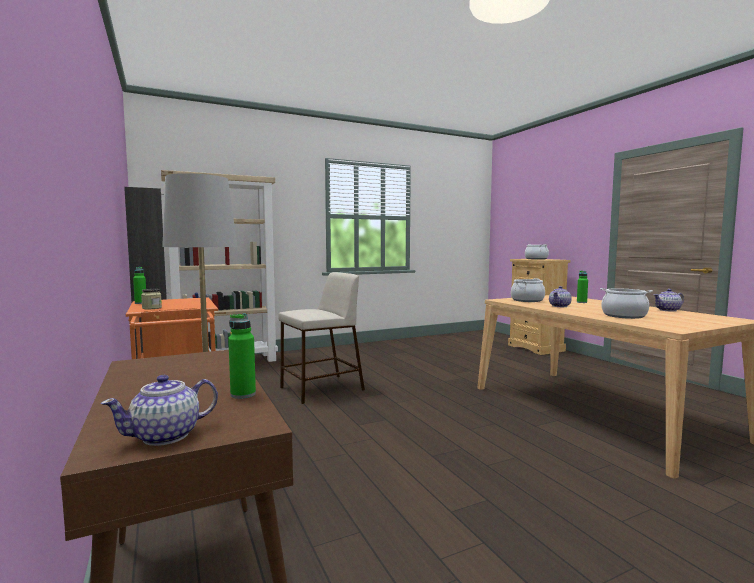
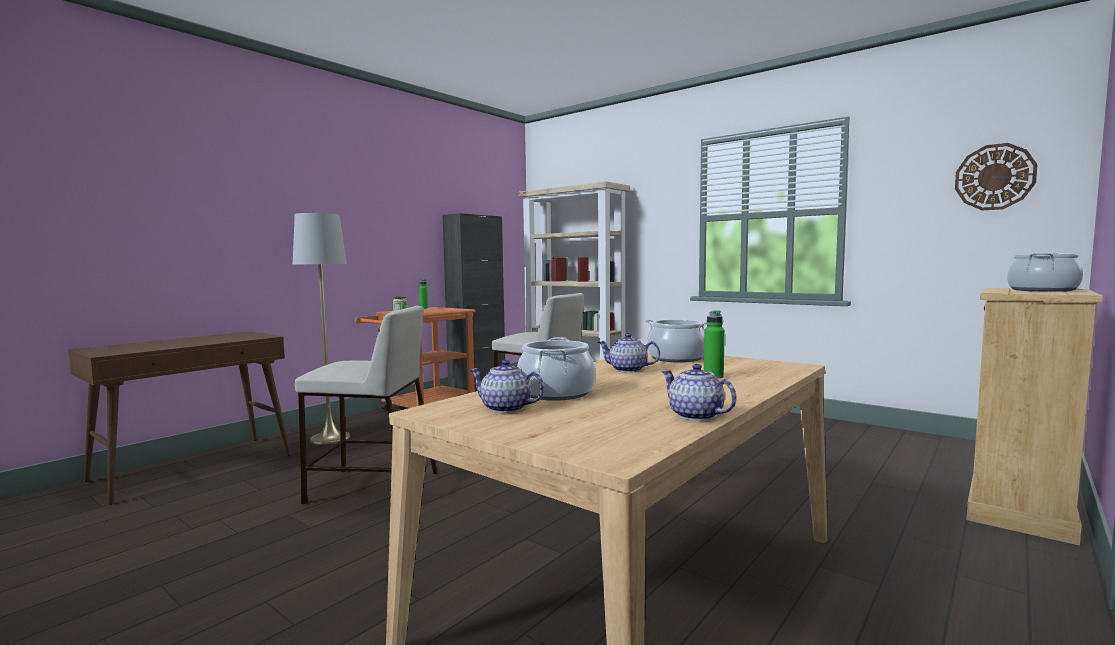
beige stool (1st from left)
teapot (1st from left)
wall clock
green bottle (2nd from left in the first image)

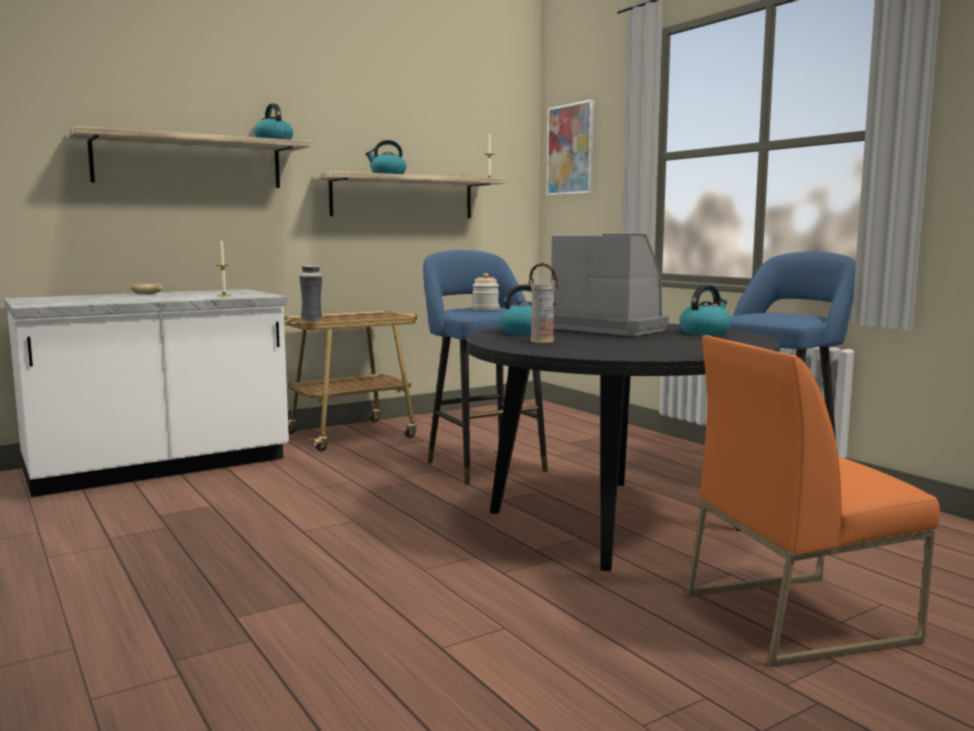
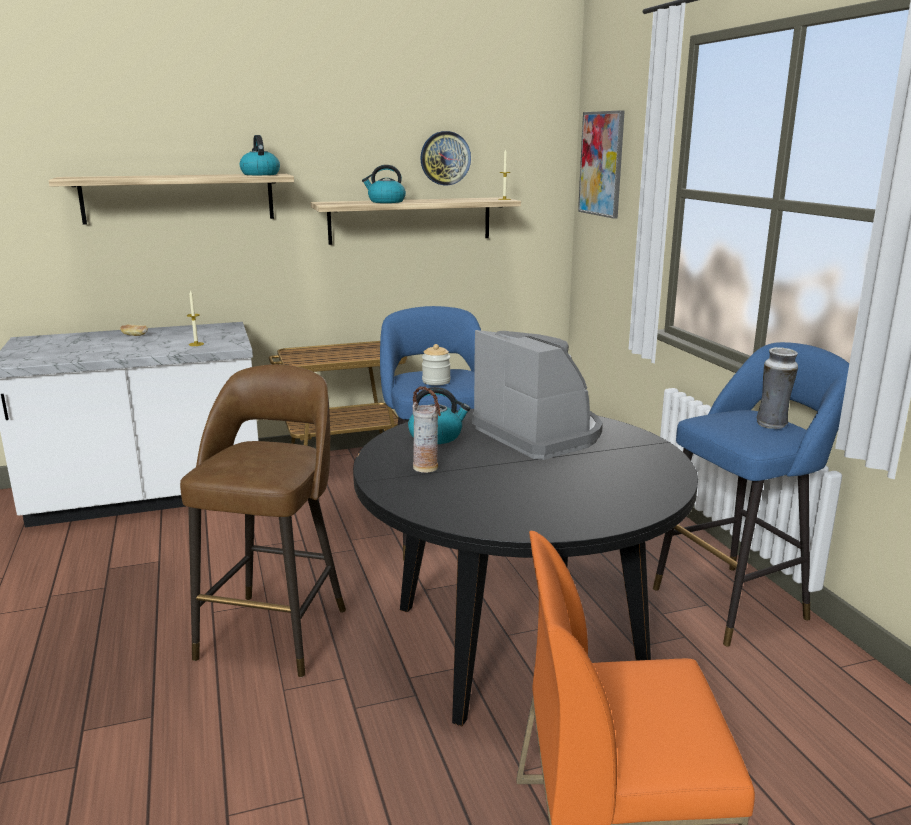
brown stool
wall clock
vase (2nd from left)
kettle (4th from left in the first image)

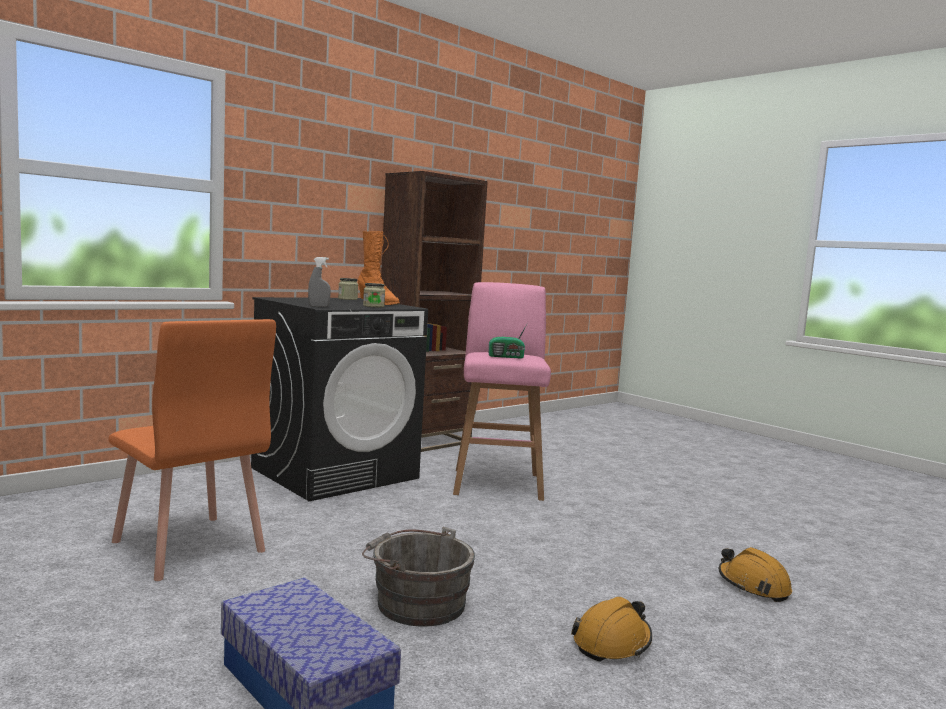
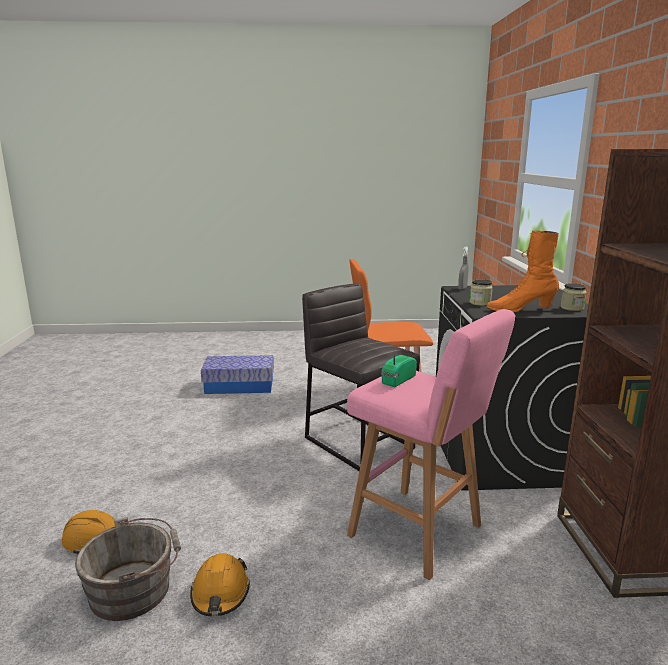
grey bucket
orange hard hat (2nd from left)
grey stool

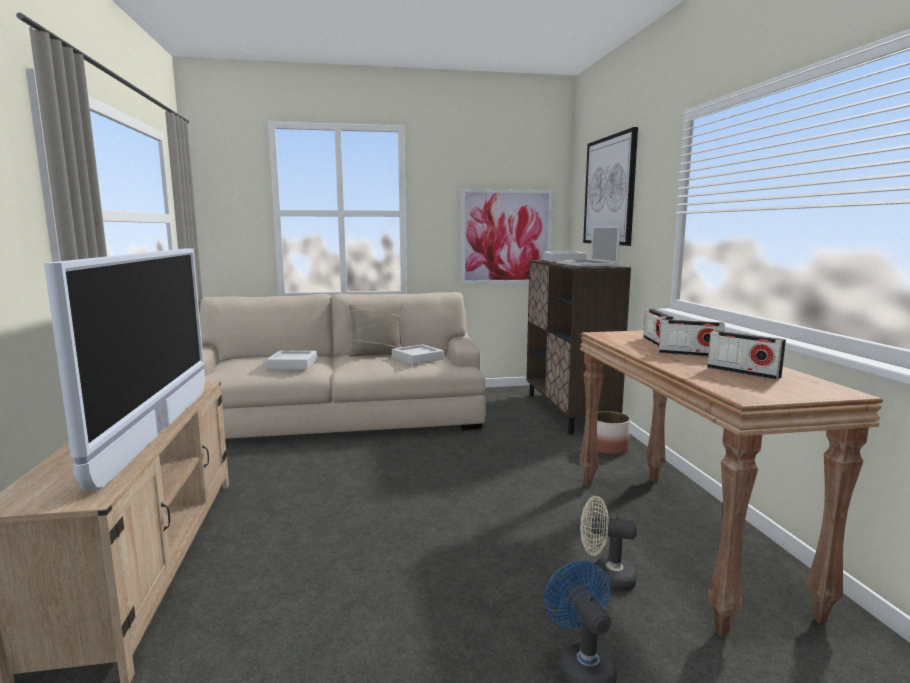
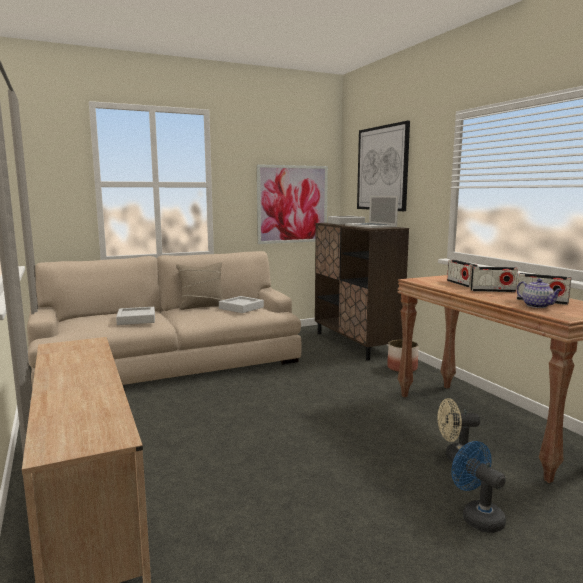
teapot
television

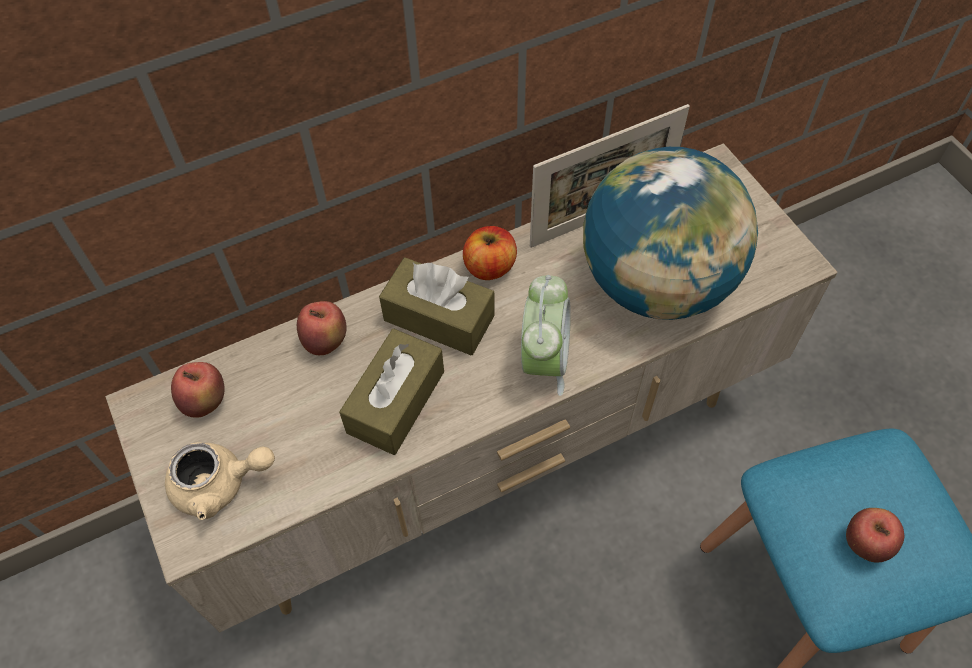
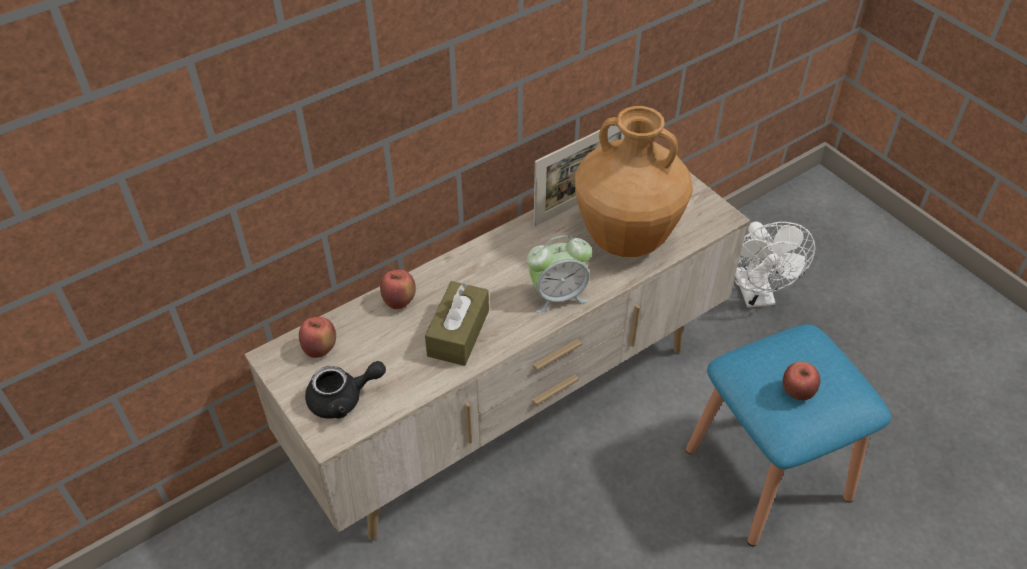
black teapot
alarm clock
brown vase
white fan
brown tissue box (2nd from left in the first image)
apple (3rd from left in the first image)

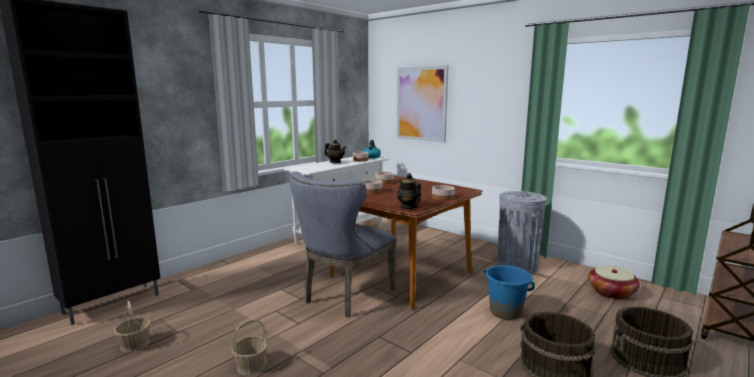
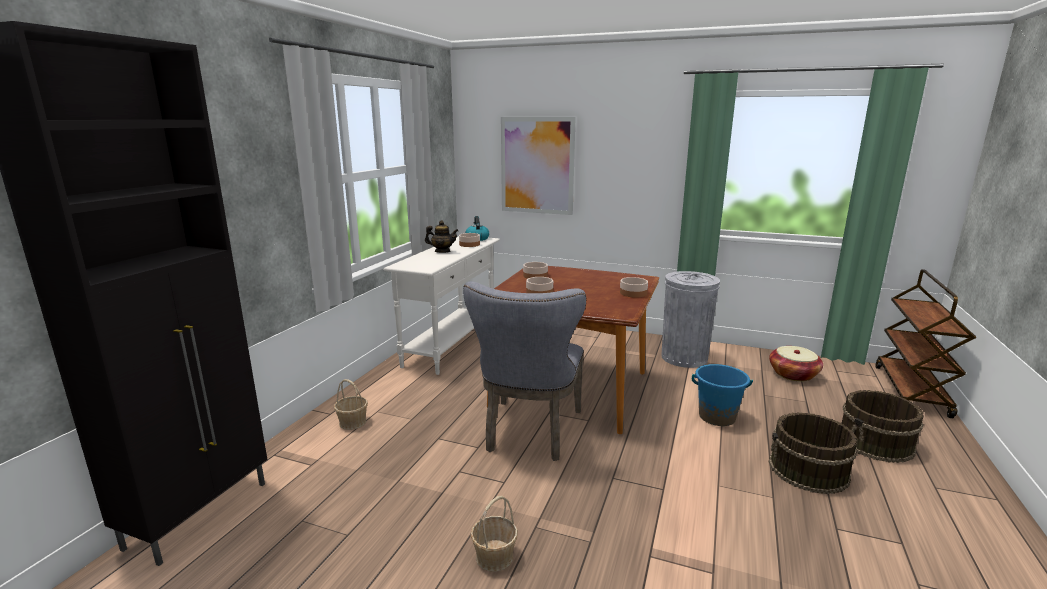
basket (1st from left)
teapot (2nd from left in the first image)

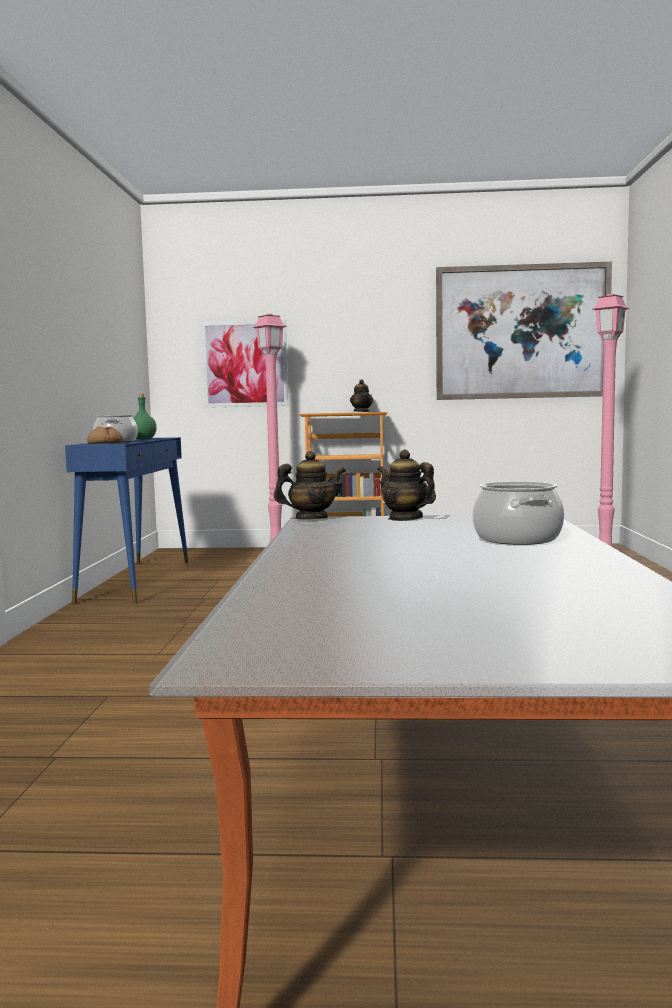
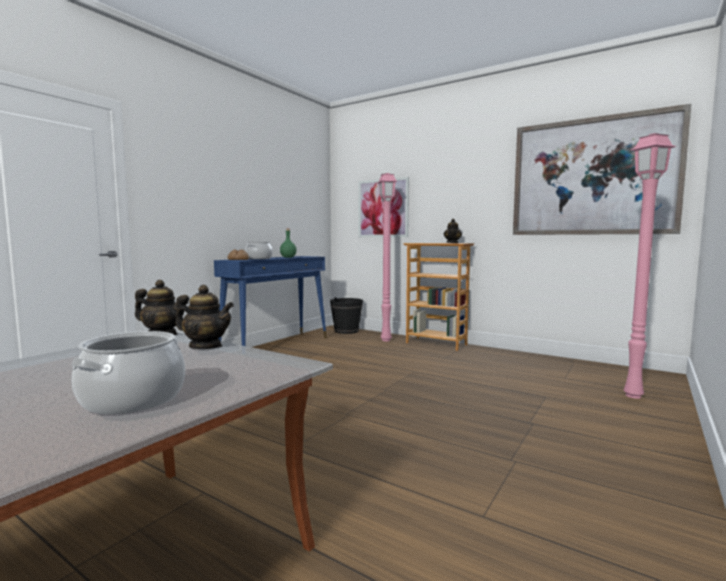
teapot (2nd from left)
black bucket

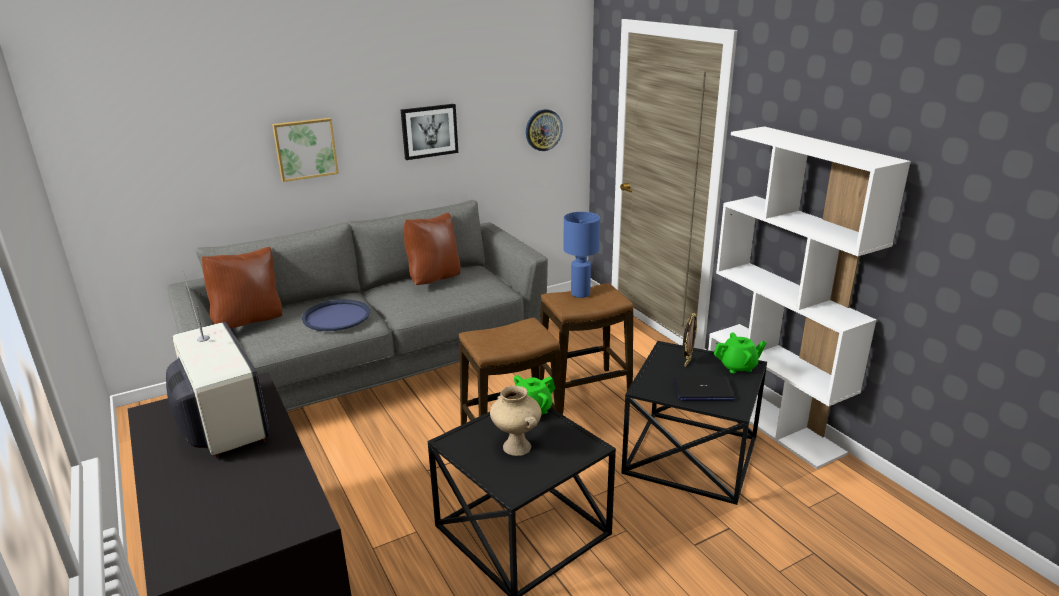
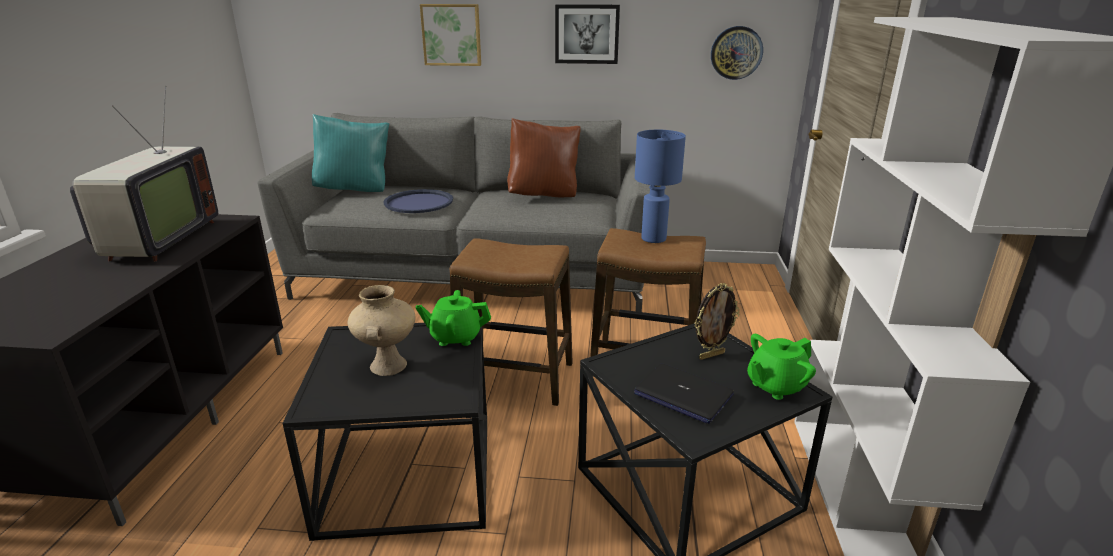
turquoise pillow
green teapot (2nd from left)

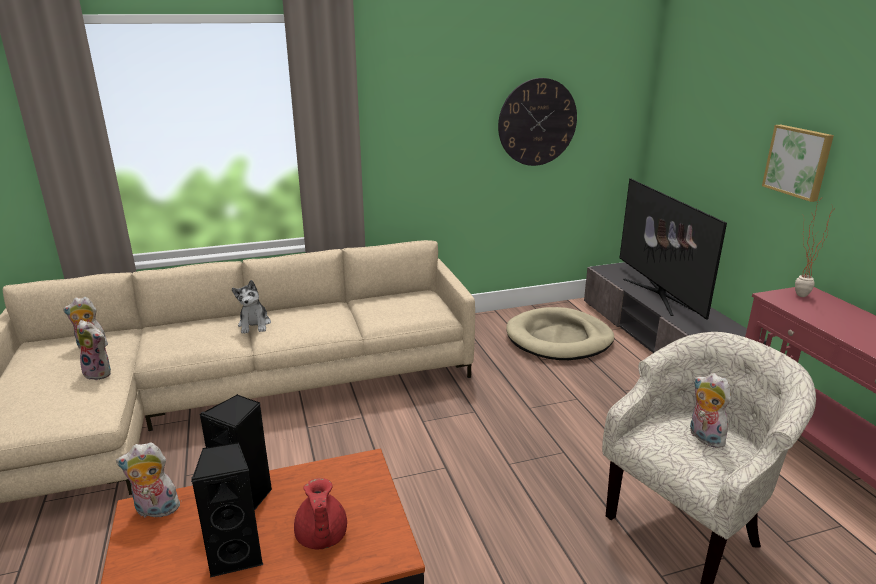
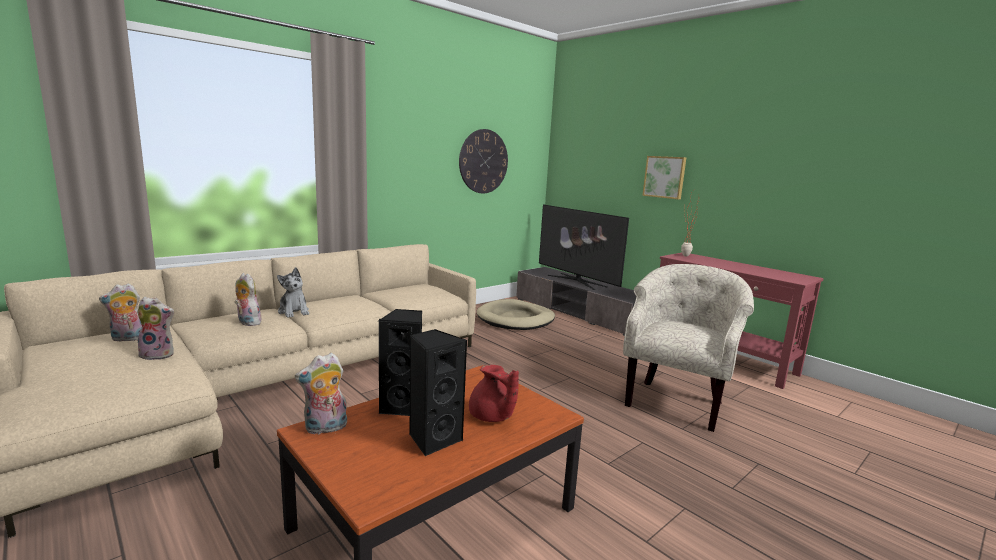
plush toy (3rd from left)

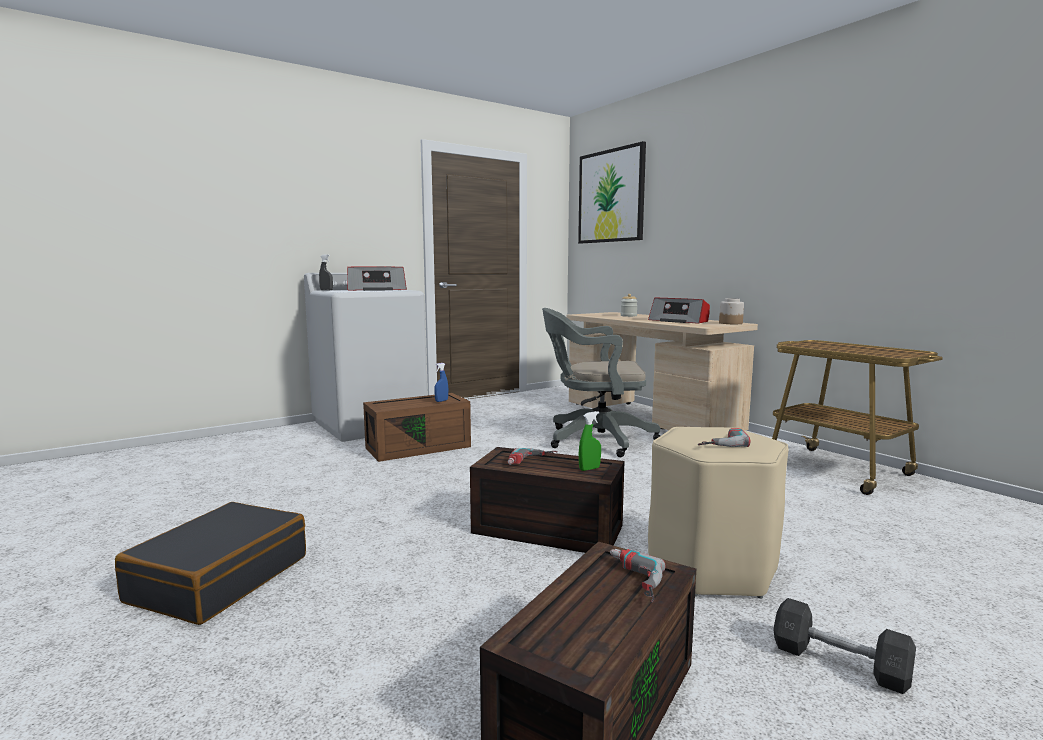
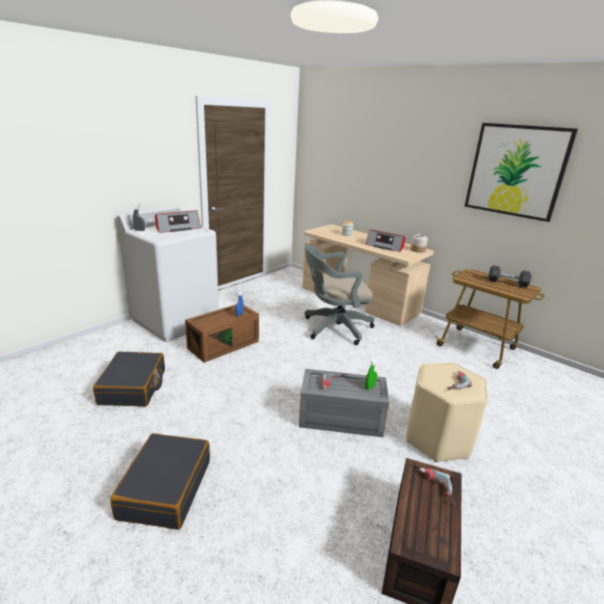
black suitcase (1st from left)
grey storage box
picture
grey dumbbell

